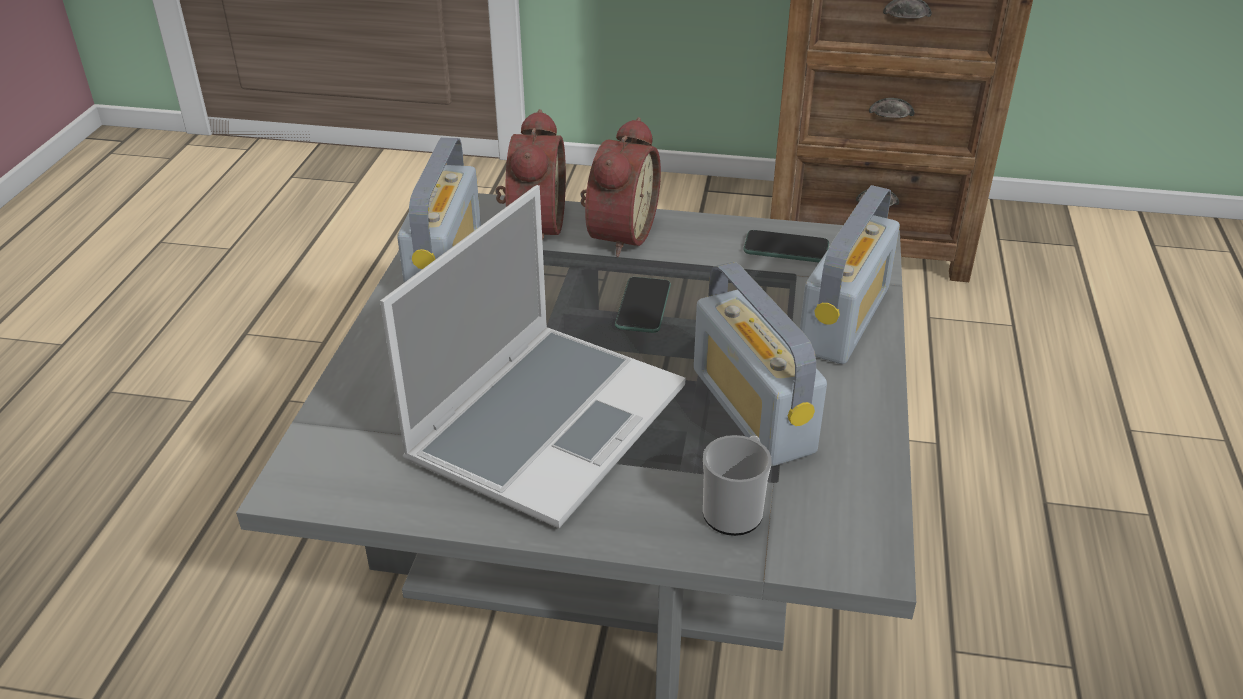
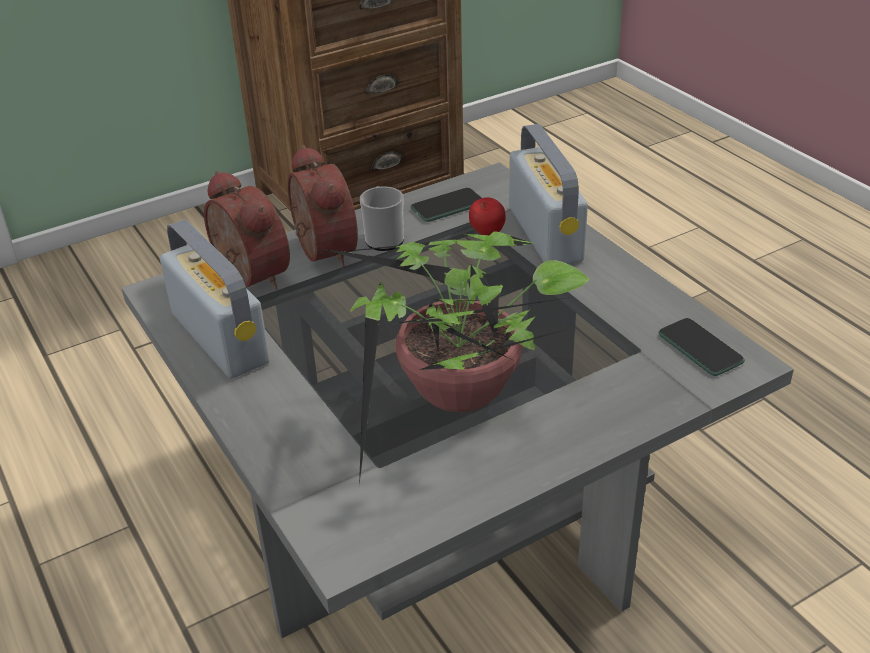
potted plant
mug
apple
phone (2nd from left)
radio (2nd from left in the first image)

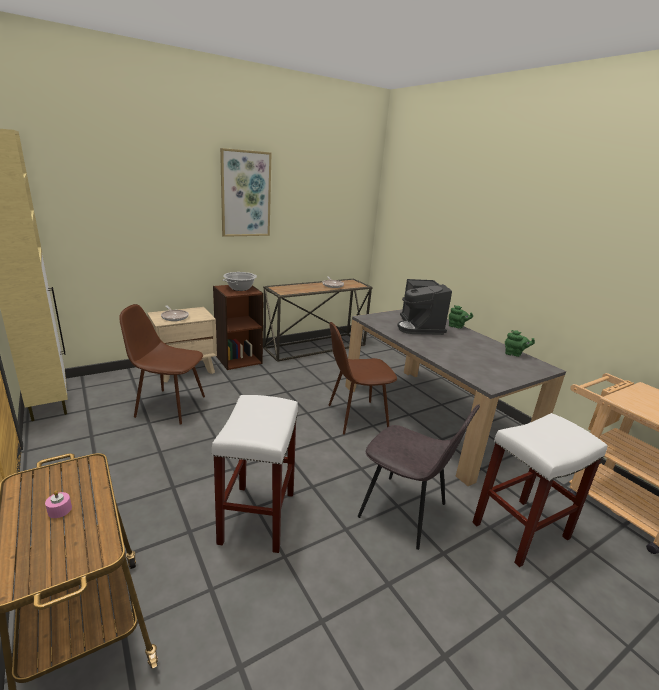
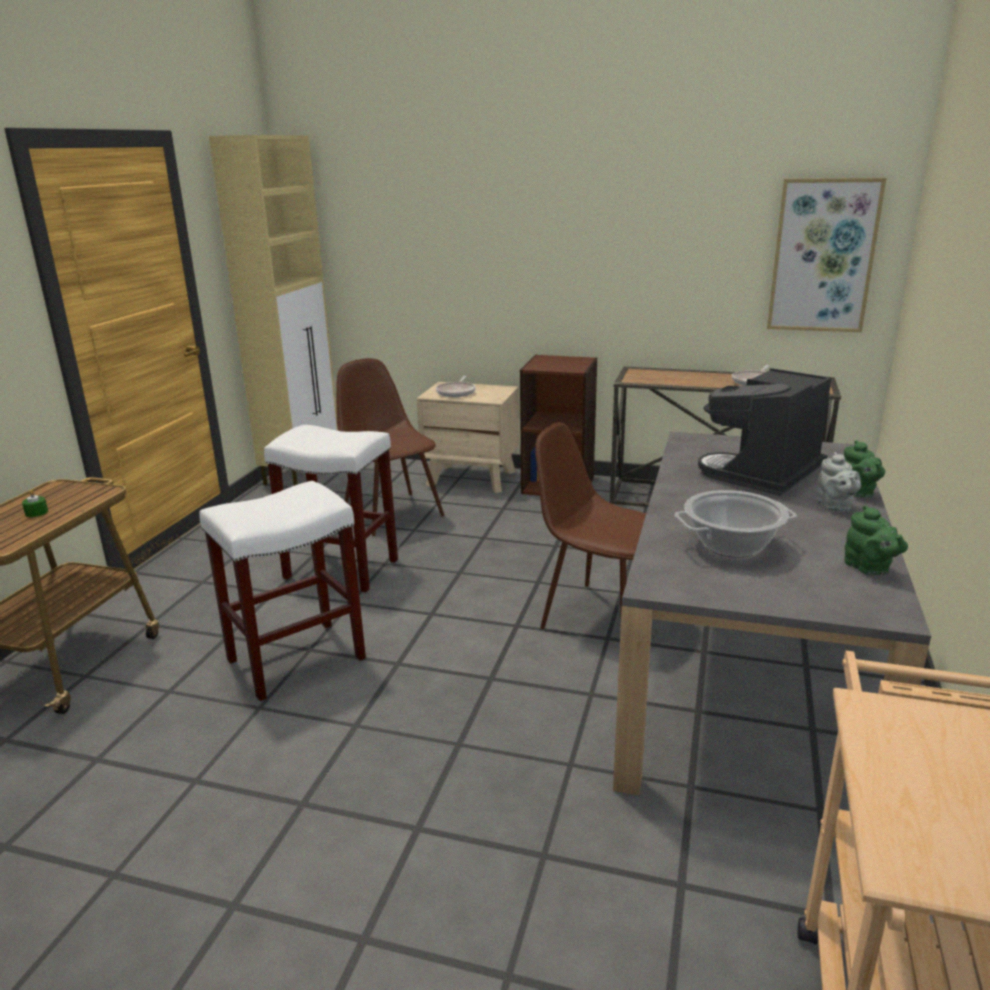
green candle
white stool (2nd from left)
cooking pot
picture
grey teapot
grey chair

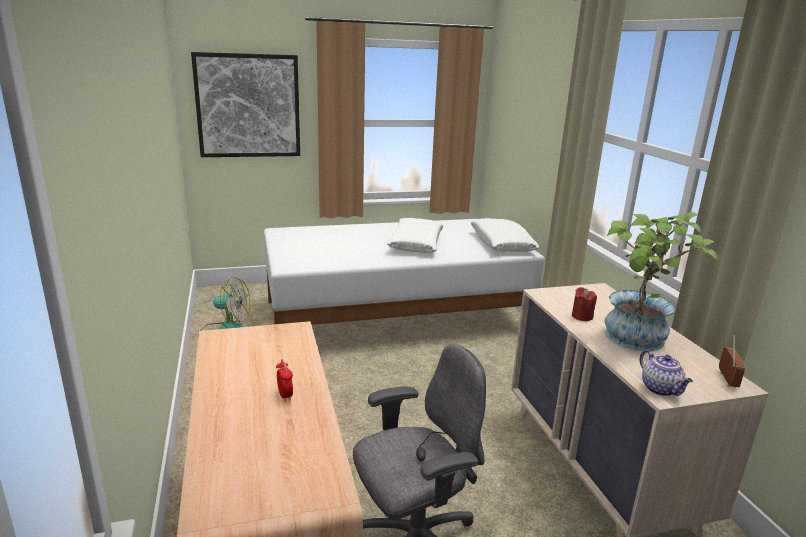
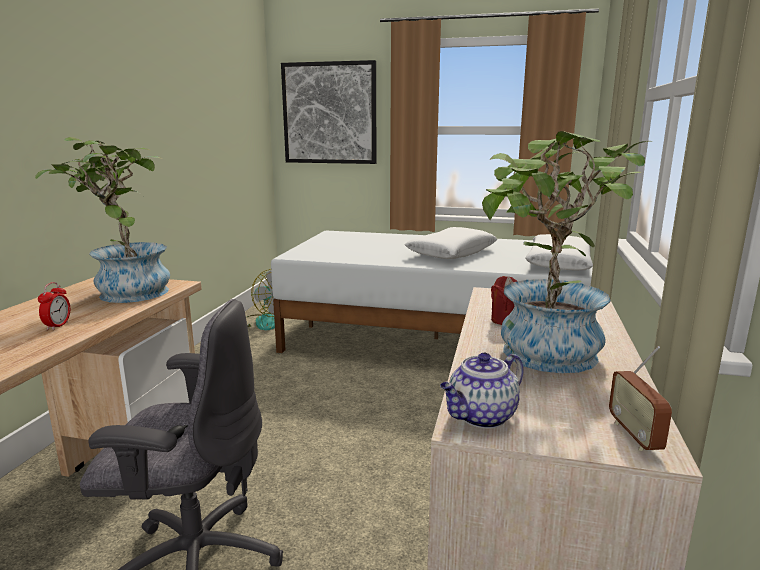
potted plant (1st from left)
teapot
radio

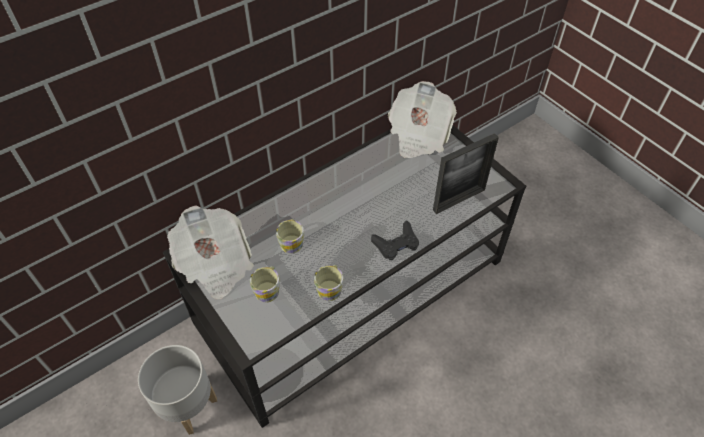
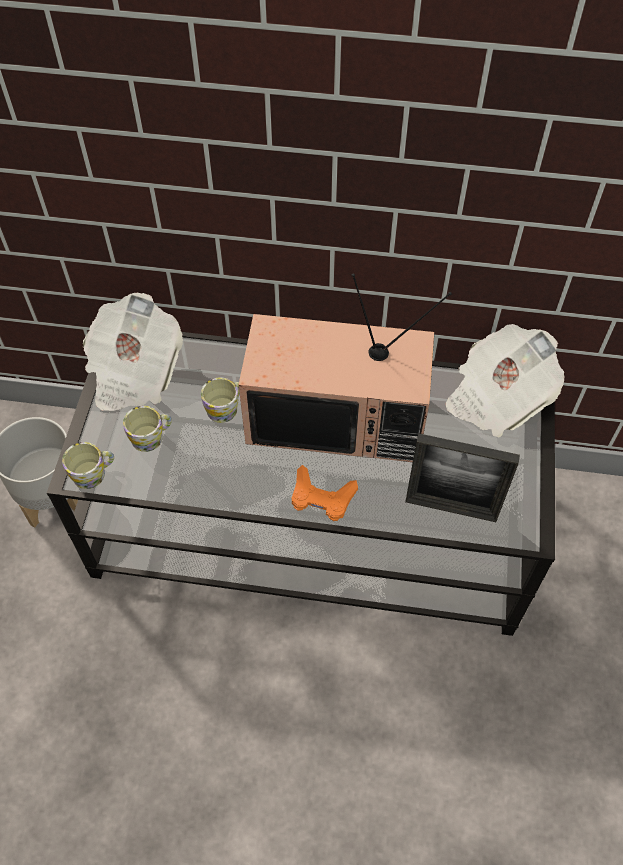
mug (1st from left)
television
orange game controller

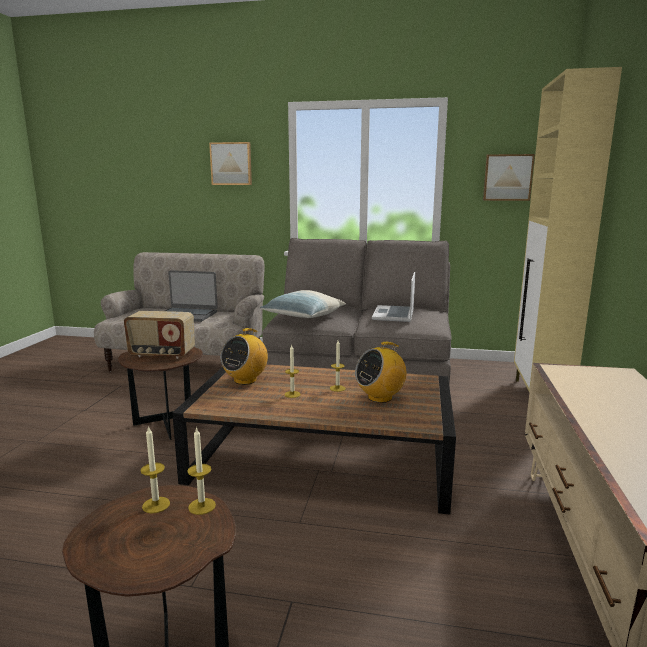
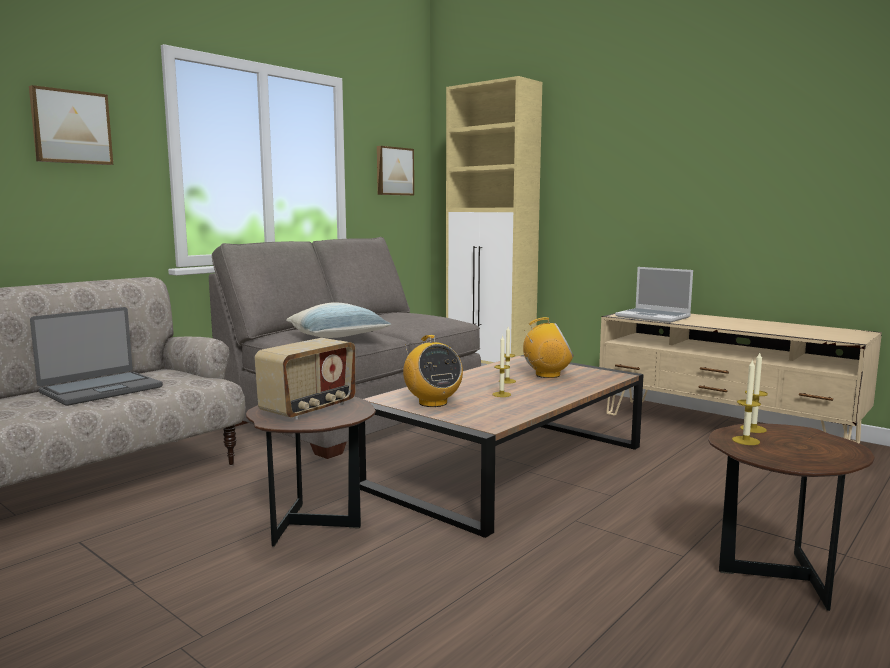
radio (3rd from left)
laptop (2nd from left)

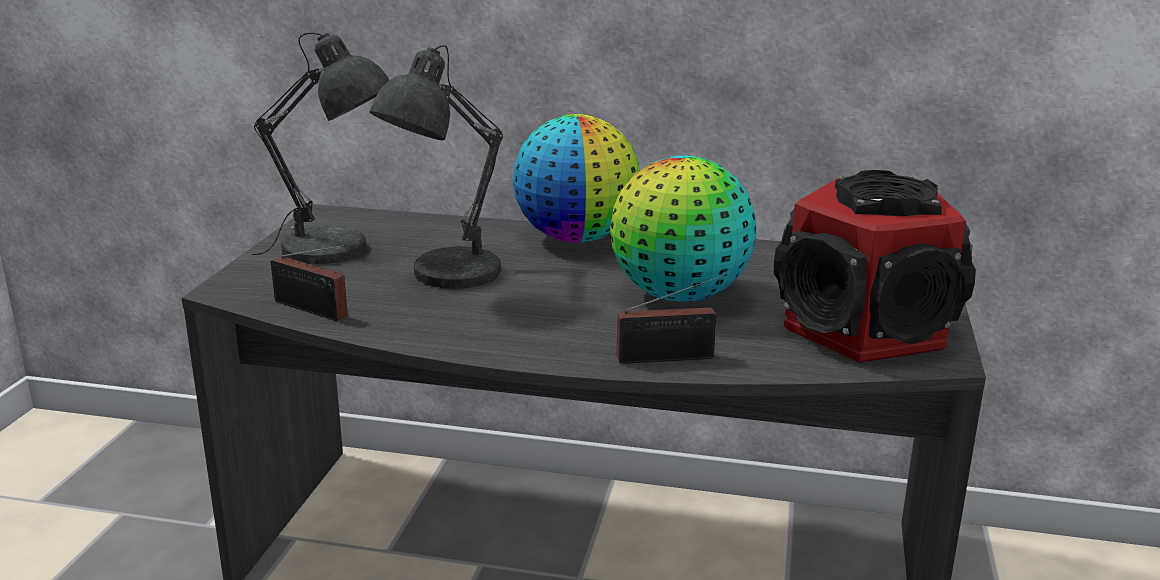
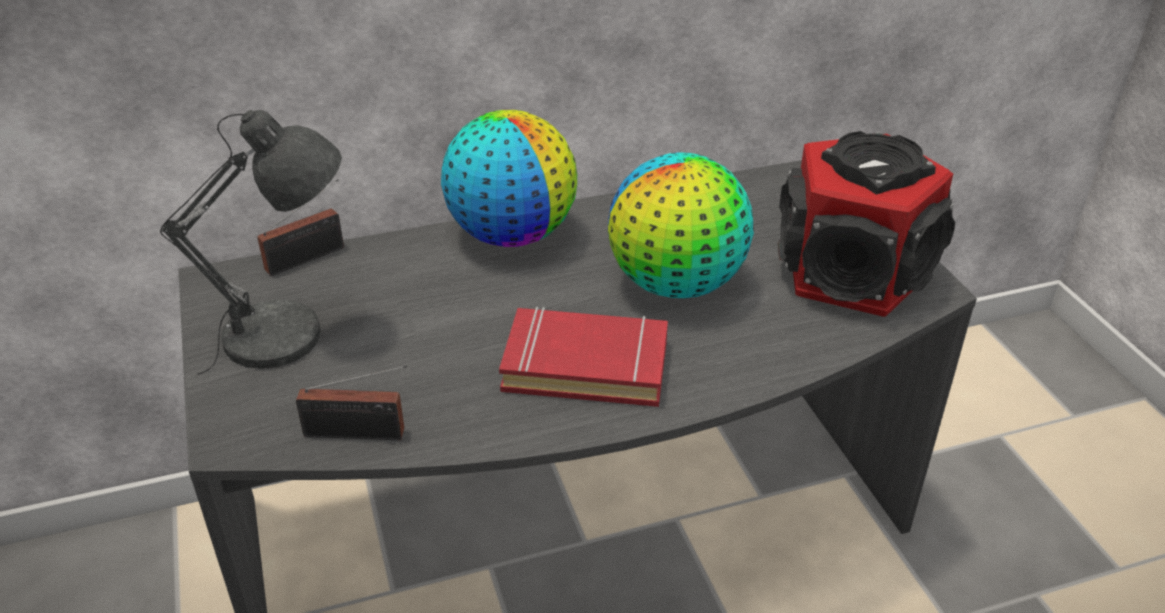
radio (1st from left)
red book
grey table lamp (2nd from left in the first image)

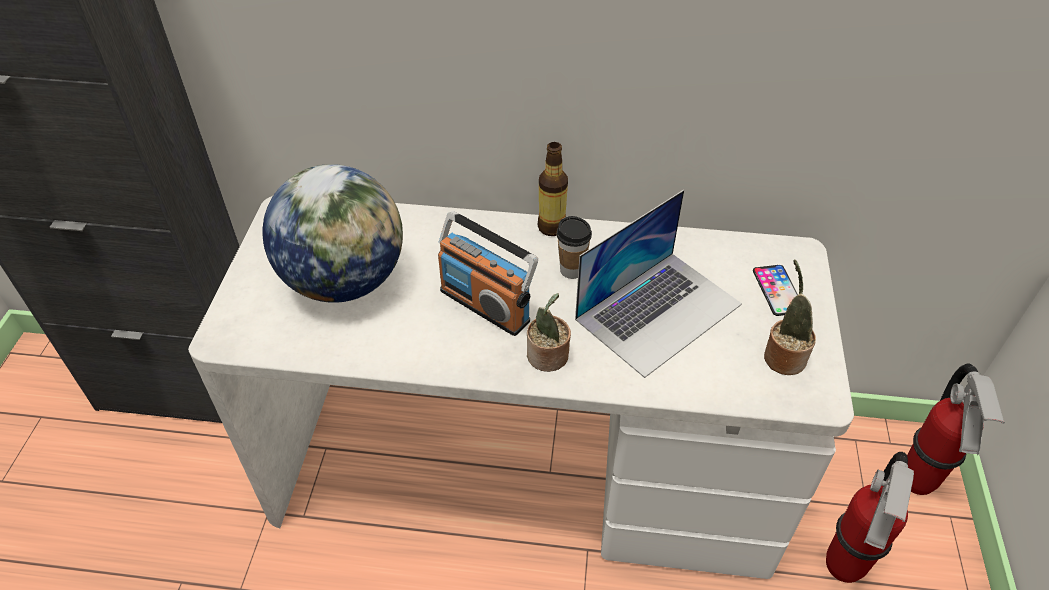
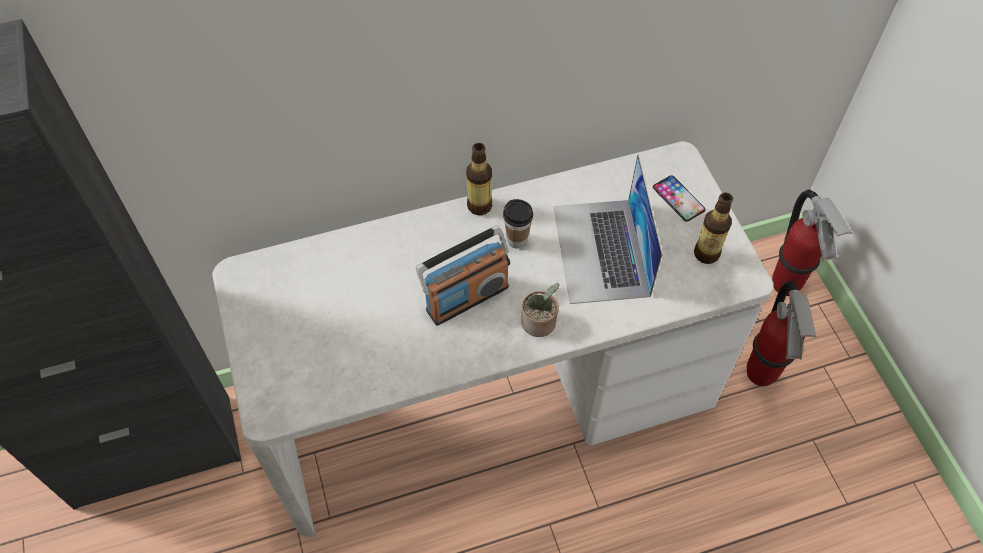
radio
laptop
bottle (2nd from left)
globe

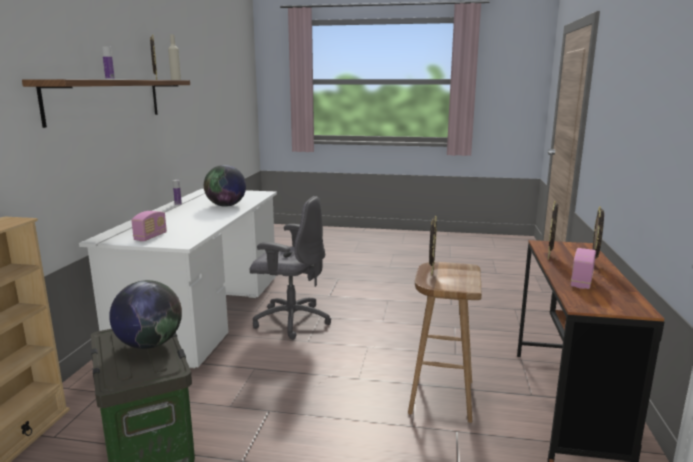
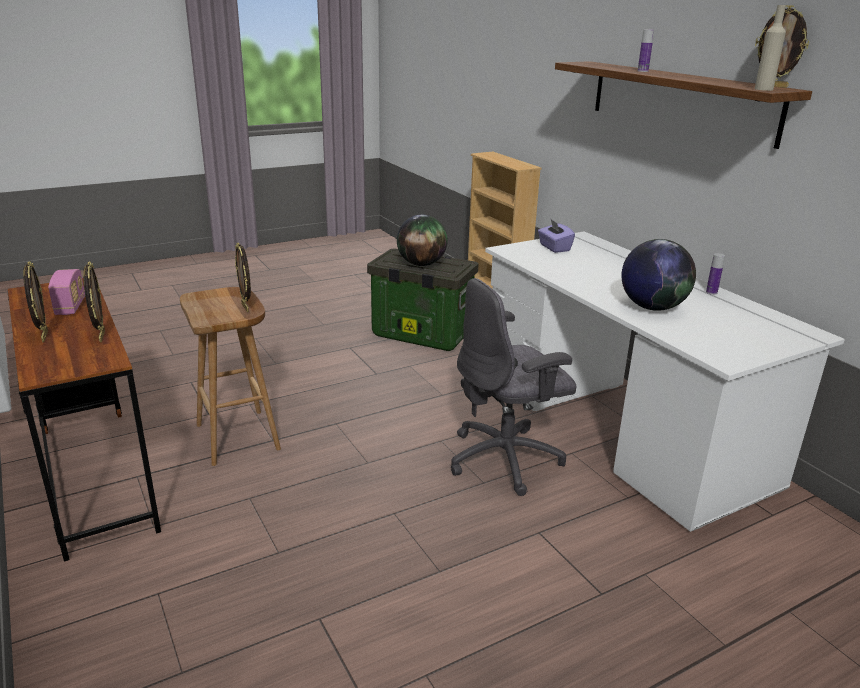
purple tissue box

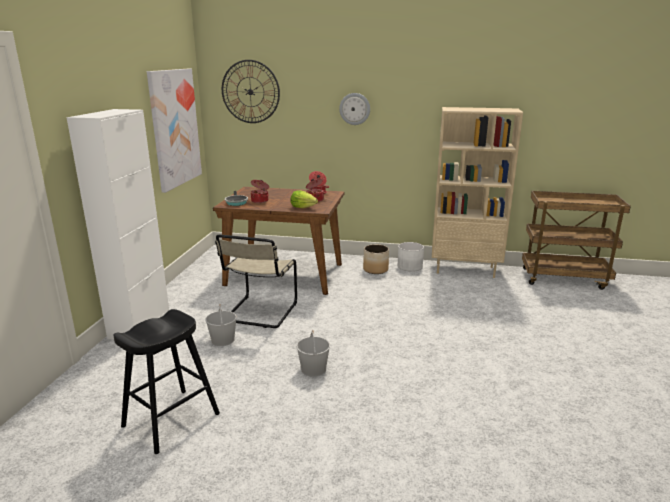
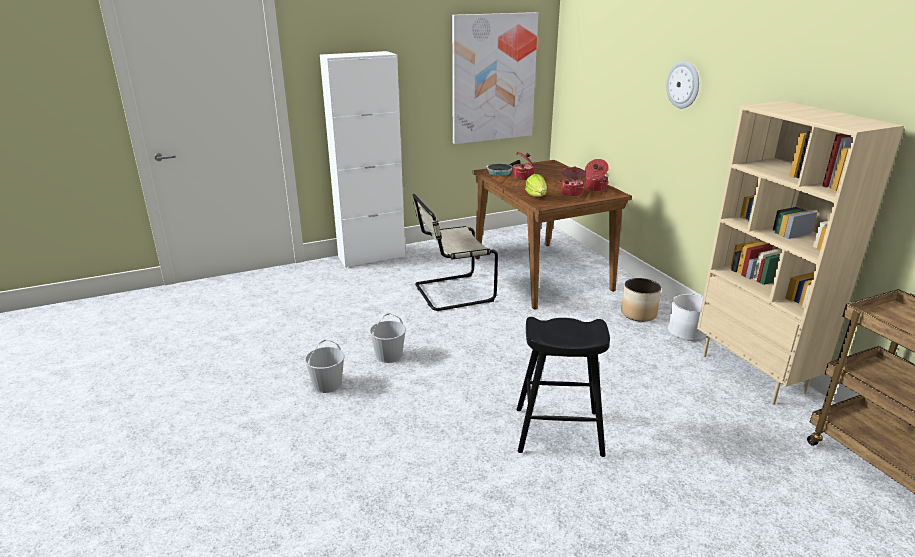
white bucket (1st from left)
black stool
wall clock (1st from left in the first image)

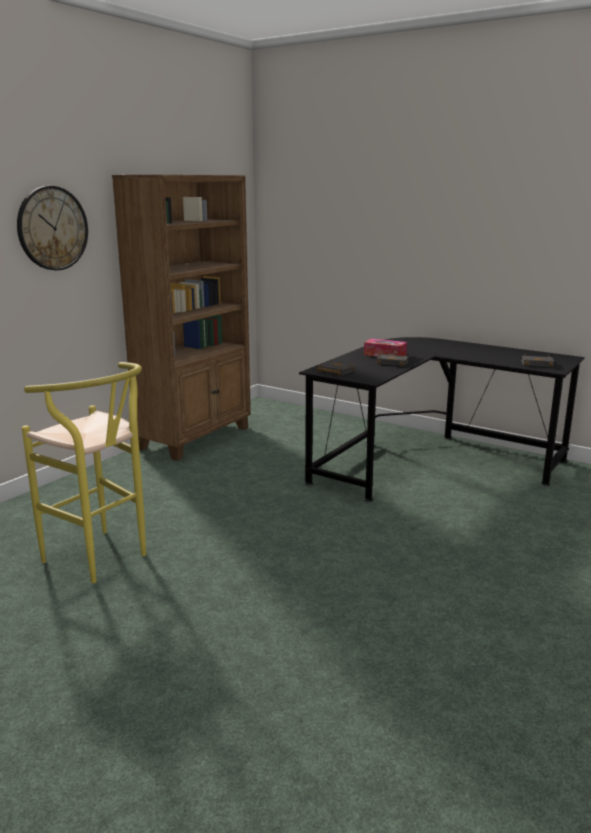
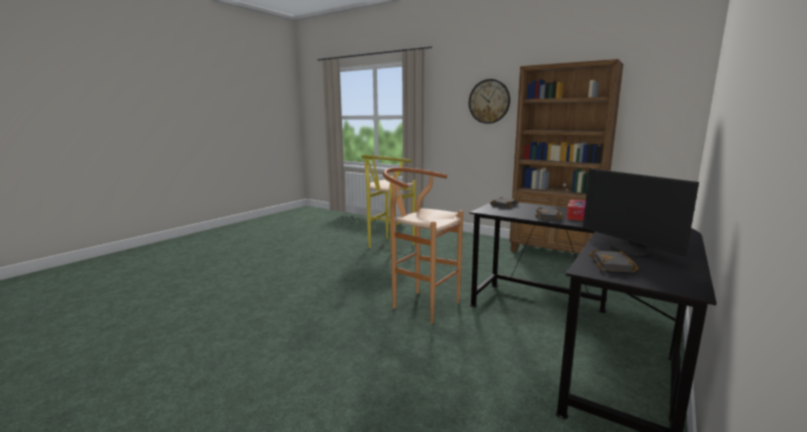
brown stool
monitor

